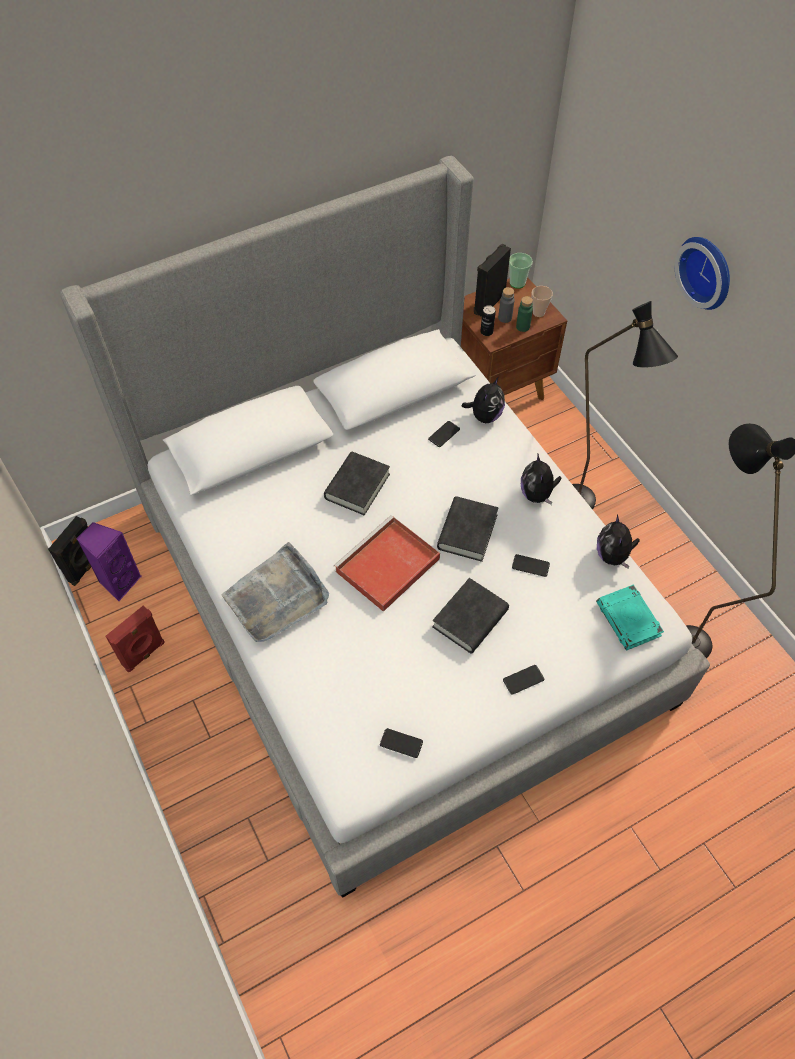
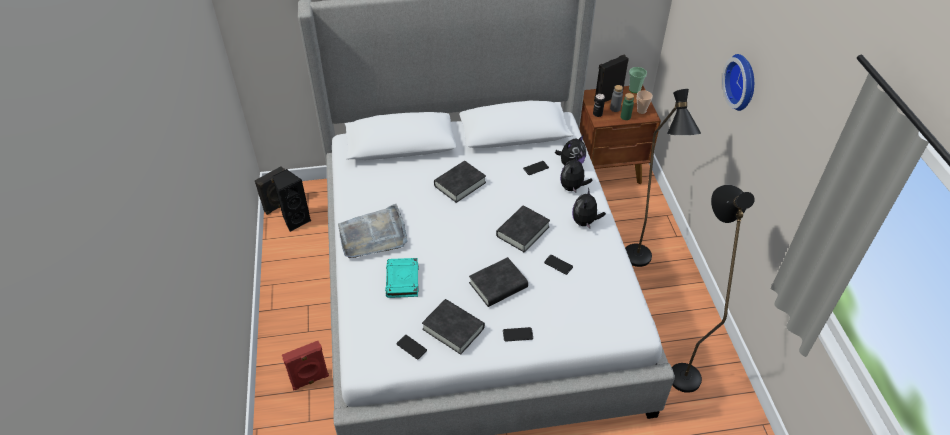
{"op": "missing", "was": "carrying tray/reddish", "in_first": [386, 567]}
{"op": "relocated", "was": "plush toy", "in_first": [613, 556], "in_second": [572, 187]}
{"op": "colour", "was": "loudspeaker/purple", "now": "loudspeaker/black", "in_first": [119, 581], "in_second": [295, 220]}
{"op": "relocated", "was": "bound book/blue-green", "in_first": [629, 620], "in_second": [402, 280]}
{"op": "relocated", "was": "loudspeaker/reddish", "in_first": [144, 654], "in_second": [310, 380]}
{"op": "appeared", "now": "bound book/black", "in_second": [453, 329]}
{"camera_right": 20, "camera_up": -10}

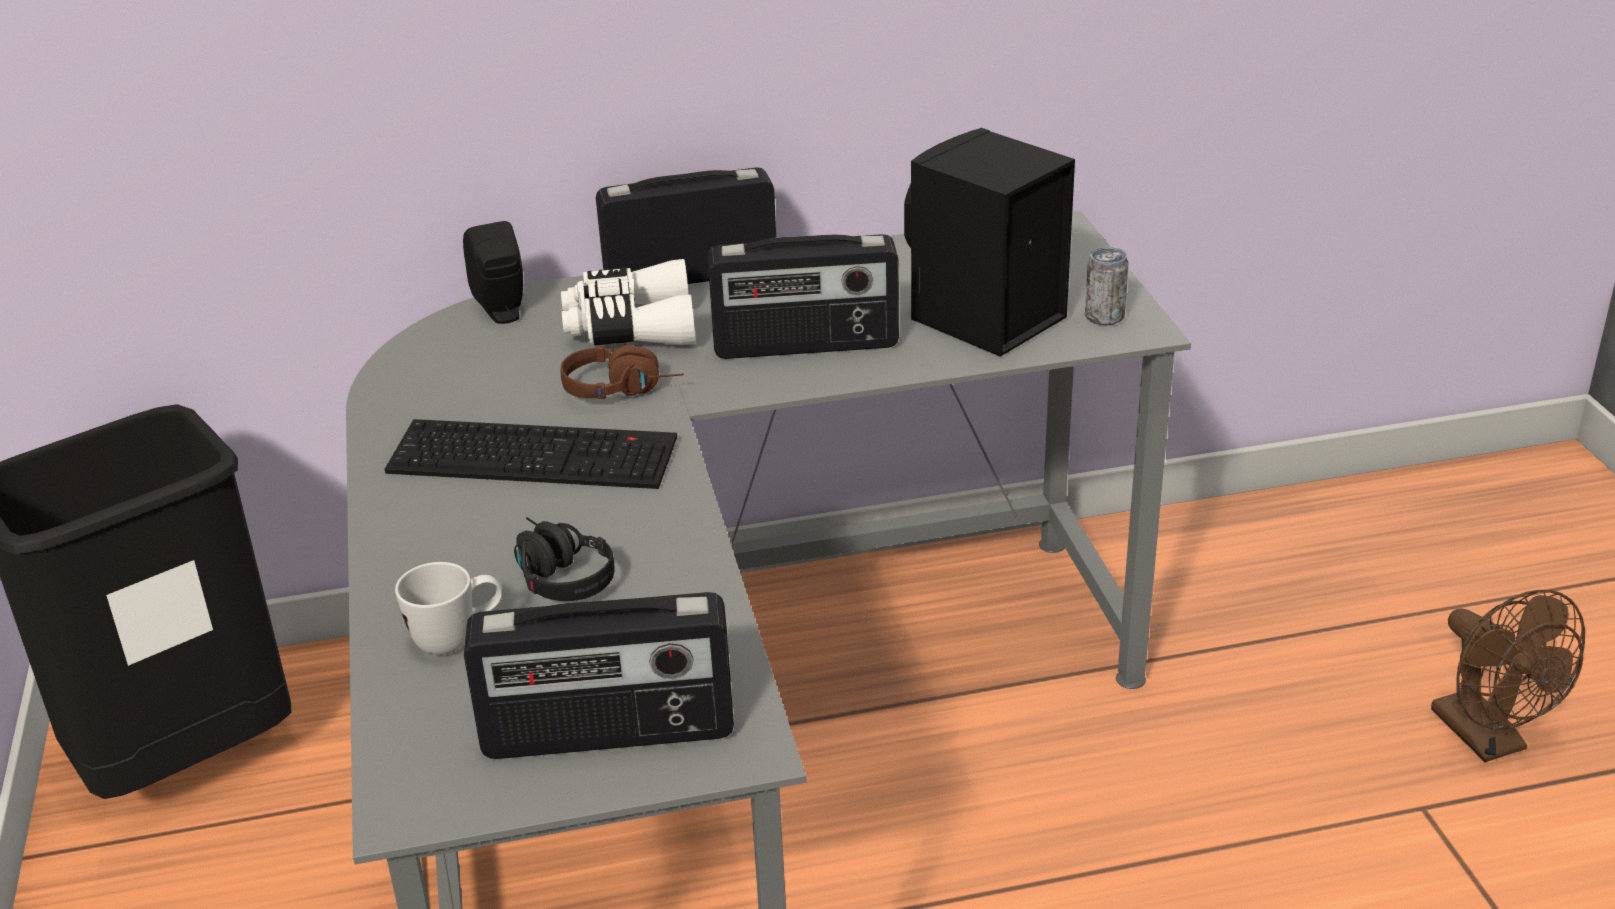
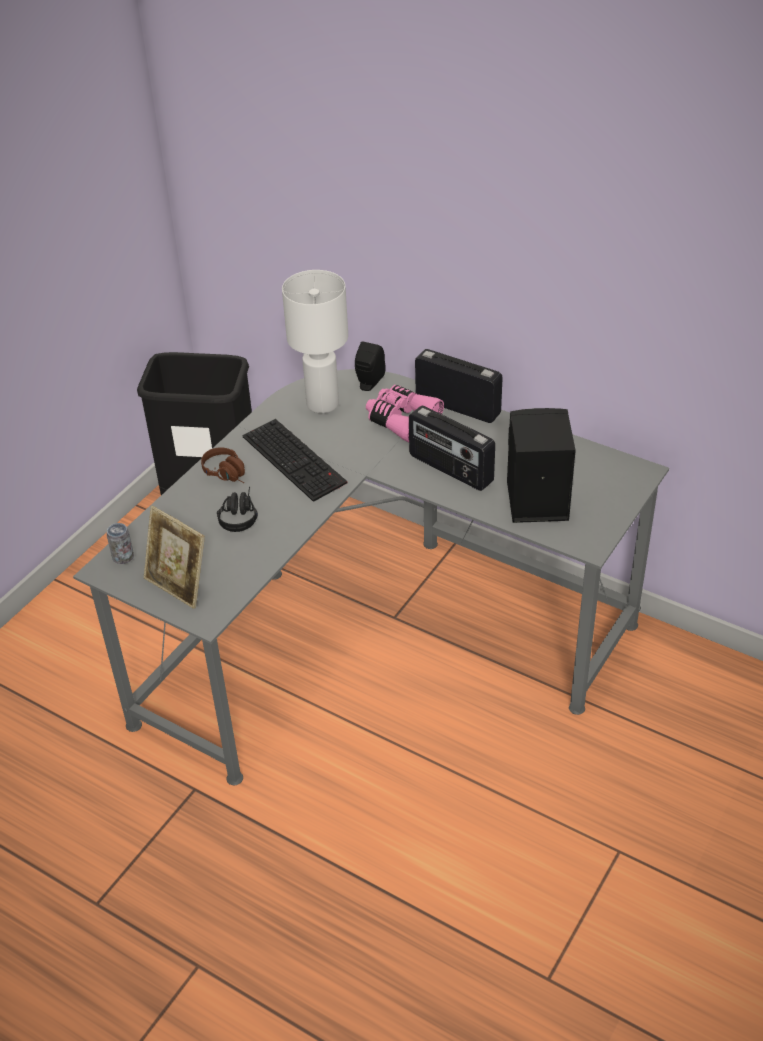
{"op": "relocated", "was": "sealed can", "in_first": [1104, 317], "in_second": [123, 557]}
{"op": "colour", "was": "binoculars/white", "now": "binoculars/pinkish", "in_first": [630, 327], "in_second": [401, 419]}
{"op": "relocated", "was": "headset/brown-coloured", "in_first": [624, 388], "in_second": [229, 474]}
{"op": "missing", "was": "tea mug/white", "in_first": [457, 638]}
{"op": "missing", "was": "electric fan/brown-coloured", "in_first": [1488, 740]}
{"op": "exchanged", "was": "radio", "now": "standing frame", "in_first": [608, 734], "in_second": [178, 586]}
{"op": "appeared", "now": "tabletop lamp/white", "in_second": [323, 404]}
{"camera_right": 45, "camera_up": 10}

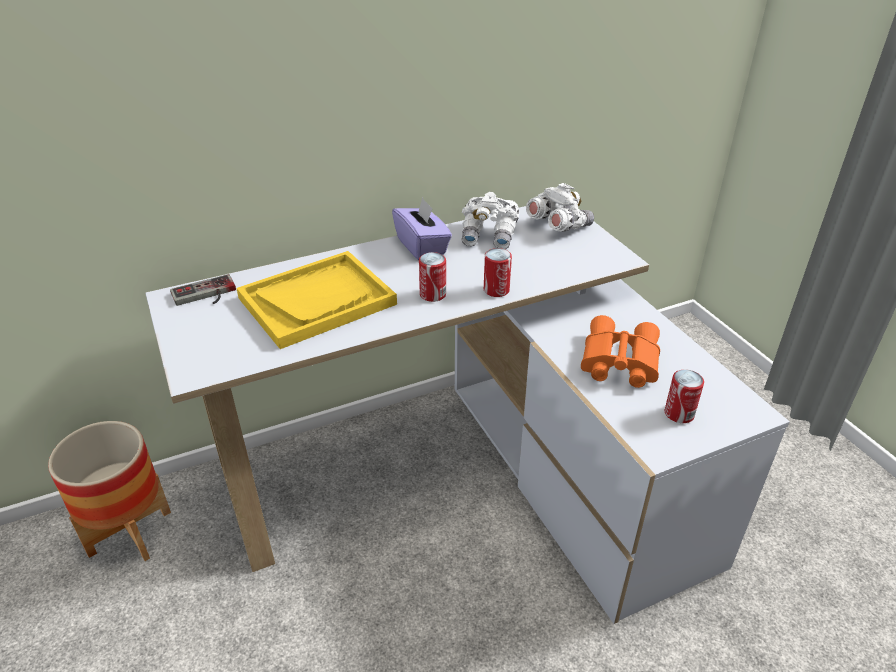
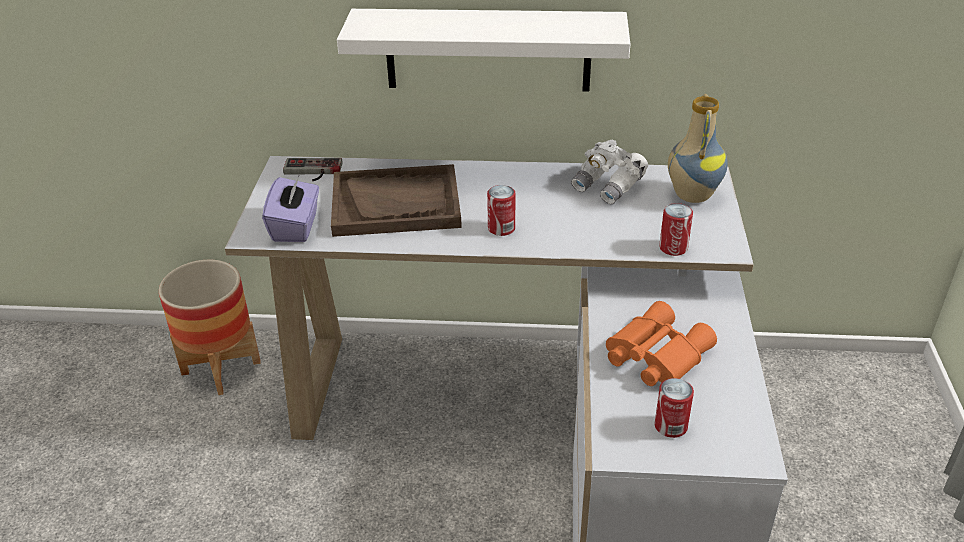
{"op": "exchanged", "was": "binoculars/white", "now": "vase", "in_first": [558, 226], "in_second": [691, 195]}
{"op": "relocated", "was": "tissue holder/purple", "in_first": [422, 246], "in_second": [296, 227]}
{"op": "relocated", "was": "sealed can", "in_first": [496, 290], "in_second": [673, 248]}
{"op": "colour", "was": "carrying tray/yellow-coloured", "now": "carrying tray/brown-coloured", "in_first": [317, 301], "in_second": [396, 204]}
{"op": "appeared", "now": "wall shelf/white", "in_second": [488, 50]}
{"camera_right": 30, "camera_up": 0}

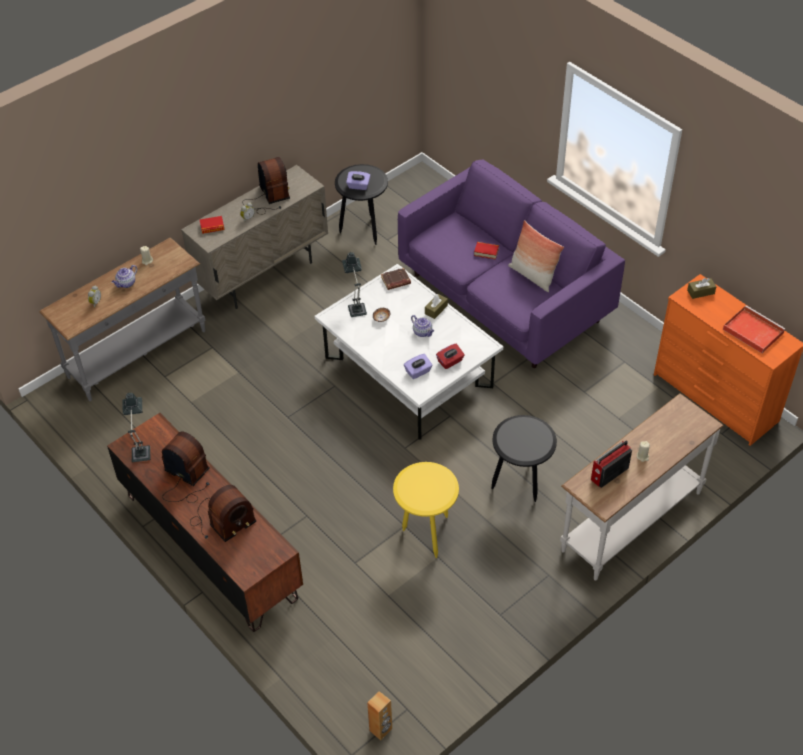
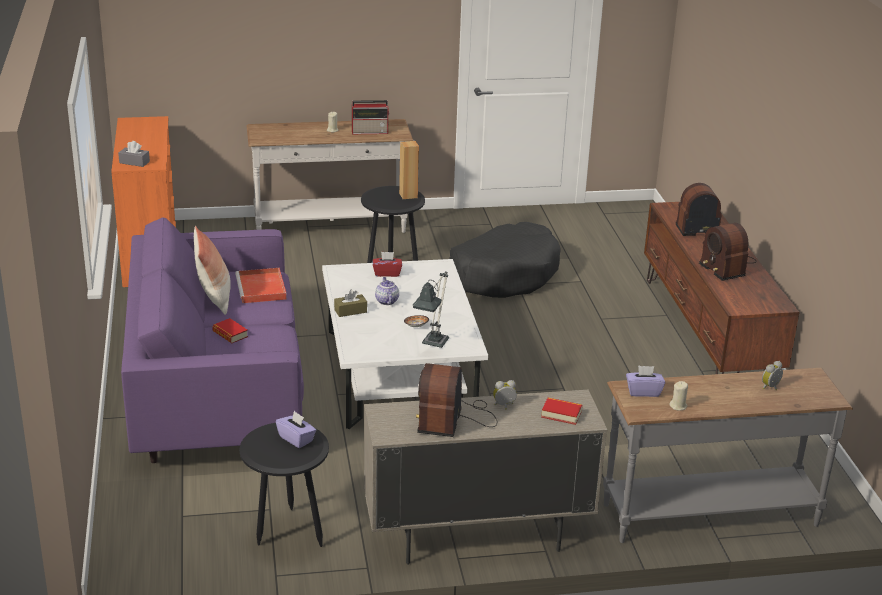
{"op": "missing", "was": "teapot", "in_first": [126, 283]}
{"op": "missing", "was": "bound book/brown-coloured", "in_first": [395, 281]}
{"op": "colour", "was": "tissue holder/brown-coloured", "now": "tissue holder/grey", "in_first": [700, 292], "in_second": [134, 162]}
{"op": "relocated", "was": "carrying tray/reddish", "in_first": [752, 331], "in_second": [262, 289]}
{"op": "relocated", "was": "tissue holder/purple", "in_first": [418, 372], "in_second": [643, 391]}
{"op": "missing", "was": "tabletop lamp", "in_first": [141, 450]}
{"op": "exchanged", "was": "accent table/yellow-coloured", "now": "dog cushion/black", "in_first": [426, 534], "in_second": [503, 274]}
{"op": "relocated", "was": "loudspeaker/brown-coloured", "in_first": [381, 730], "in_second": [408, 195]}
{"camera_right": -150, "camera_up": -20}

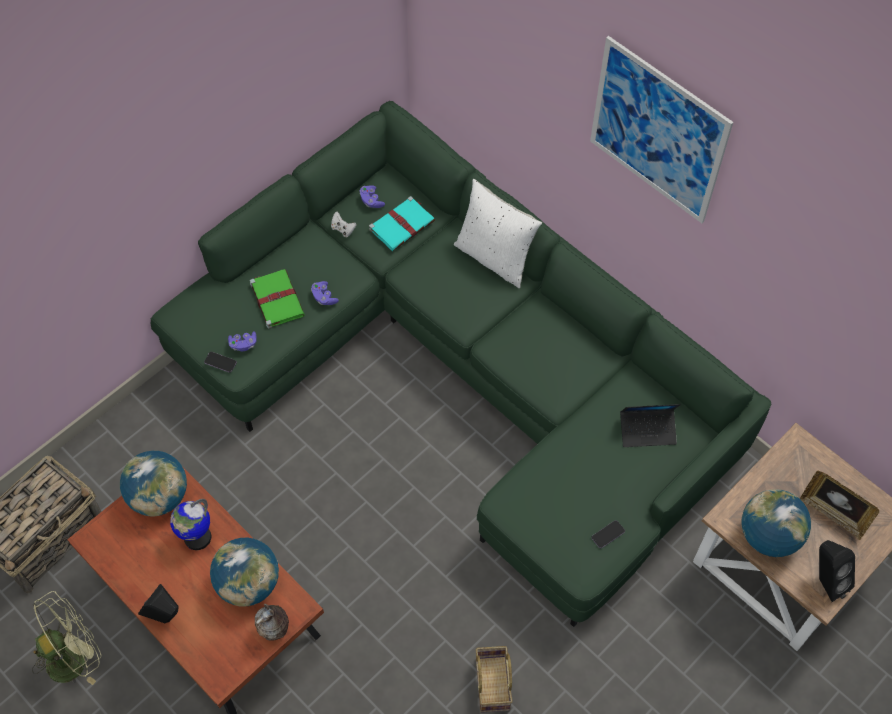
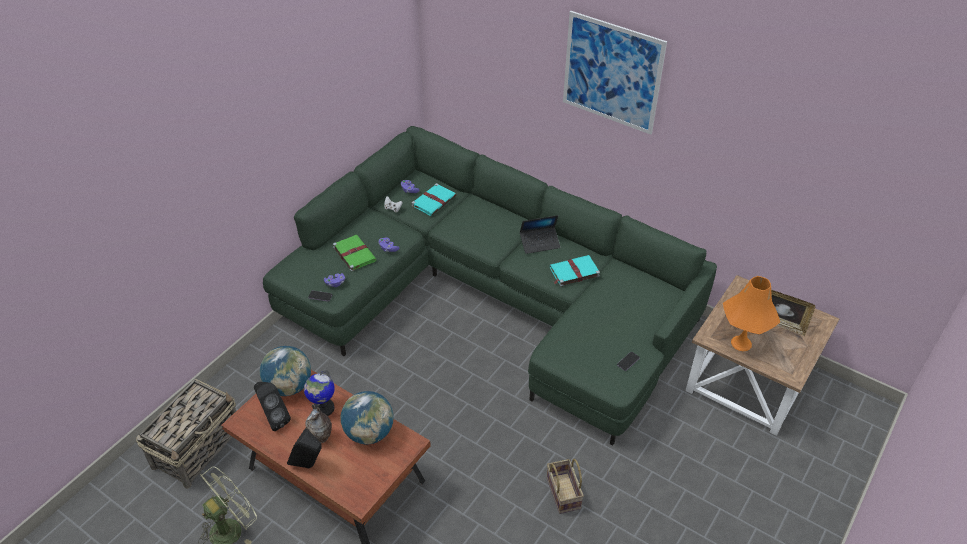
{"op": "missing", "was": "cushion/white", "in_first": [495, 257]}
{"op": "relocated", "was": "notebook computer", "in_first": [647, 430], "in_second": [539, 243]}
{"op": "exchanged", "was": "globe", "now": "tabletop lamp/orangey", "in_first": [768, 536], "in_second": [741, 343]}
{"op": "relocated", "was": "loudspeaker/black", "in_first": [825, 581], "in_second": [274, 419]}
{"op": "relocated", "was": "vase", "in_first": [275, 631], "in_second": [322, 437]}
{"op": "appeared", "now": "bound book/blue-green", "in_second": [573, 272]}
{"camera_right": -10, "camera_up": -15}

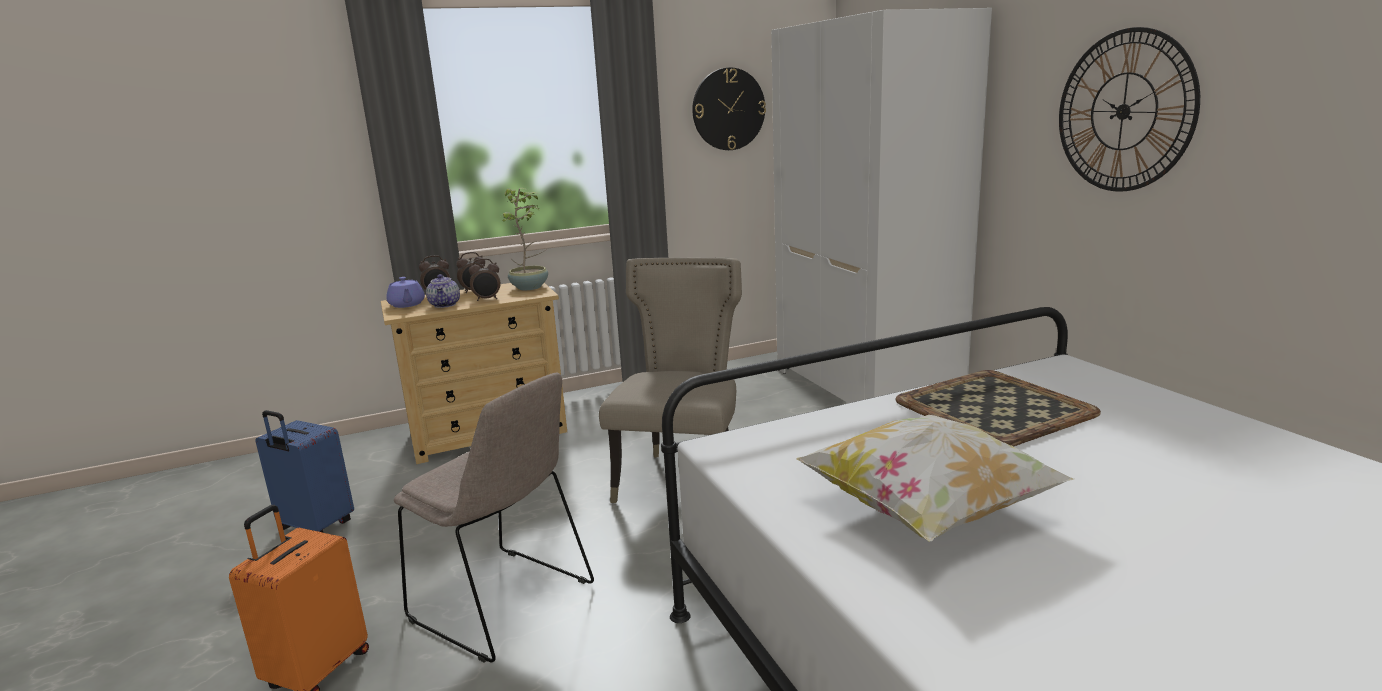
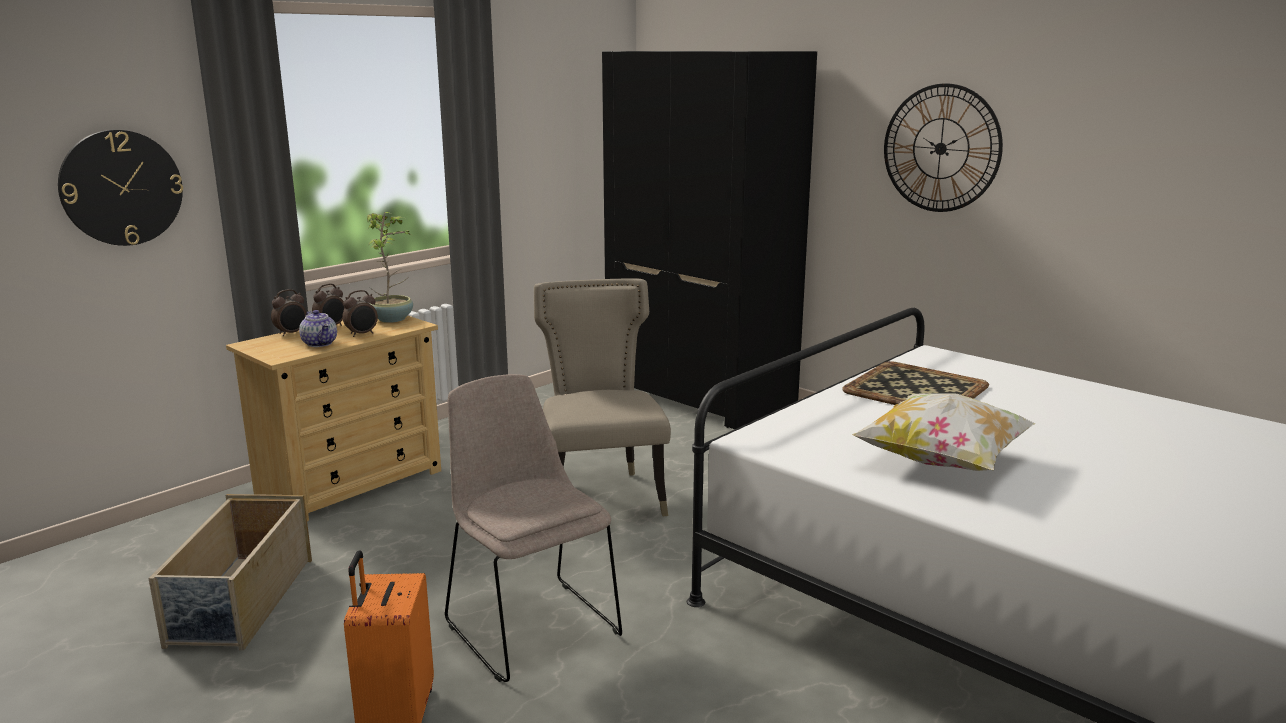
{"op": "colour", "was": "armoire/white", "now": "armoire/black", "in_first": [867, 387], "in_second": [702, 395]}
{"op": "relocated", "was": "hanging clock", "in_first": [728, 109], "in_second": [121, 188]}
{"op": "missing", "was": "teapot/purple", "in_first": [407, 305]}
{"op": "spun", "was": "chair/beige", "in_first": [506, 604], "in_second": [530, 625], "clockwise": -135}
{"op": "exchanged", "was": "suitcase/blue", "now": "storage container/beige", "in_first": [315, 527], "in_second": [241, 602]}
{"camera_right": -25, "camera_up": 0}

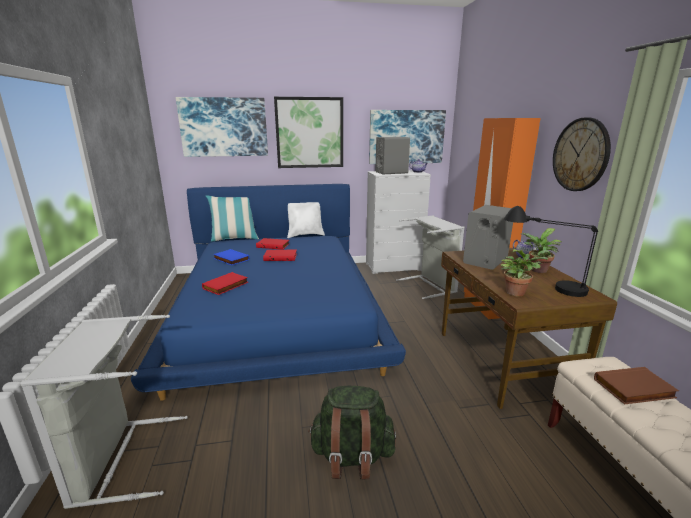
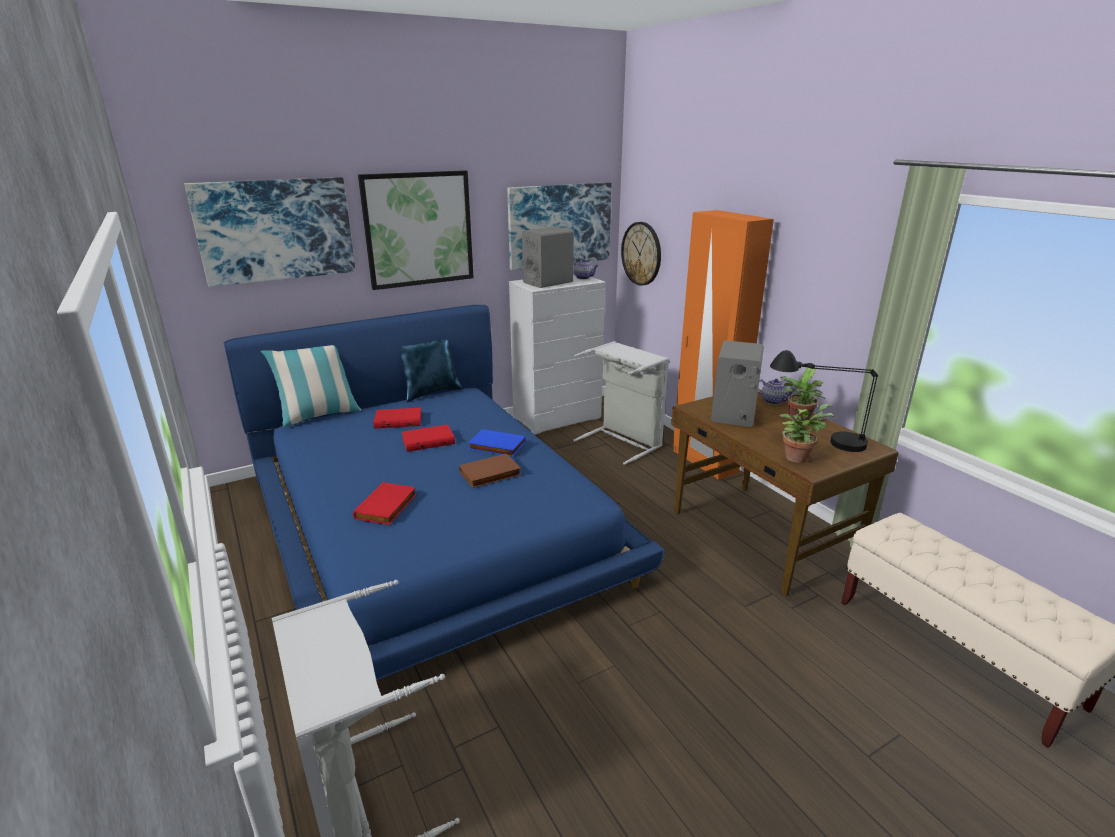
{"op": "relocated", "was": "hanging clock", "in_first": [580, 155], "in_second": [641, 253]}
{"op": "colour", "was": "cushion/white", "now": "cushion/blue", "in_first": [305, 235], "in_second": [431, 393]}
{"op": "relocated", "was": "bound book/blue", "in_first": [230, 259], "in_second": [496, 446]}
{"op": "relocated", "was": "bound book/brown-coloured", "in_first": [634, 389], "in_second": [490, 474]}
{"op": "missing", "was": "backpack/greenish", "in_first": [352, 456]}
{"camera_right": -20, "camera_up": 5}

